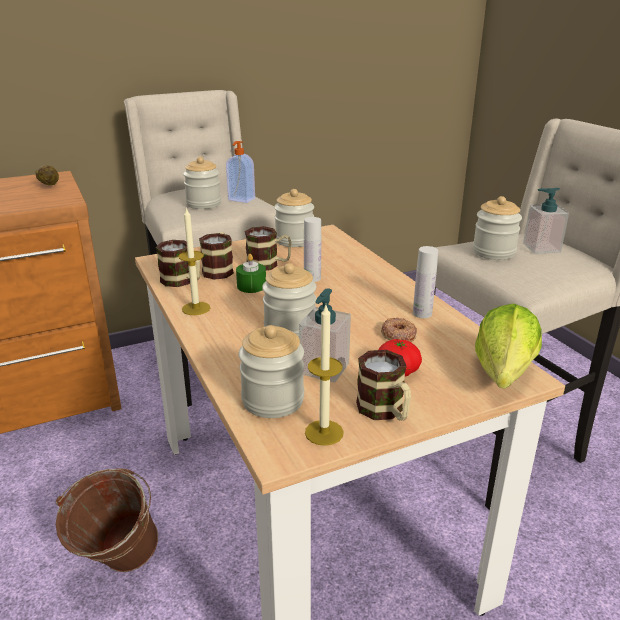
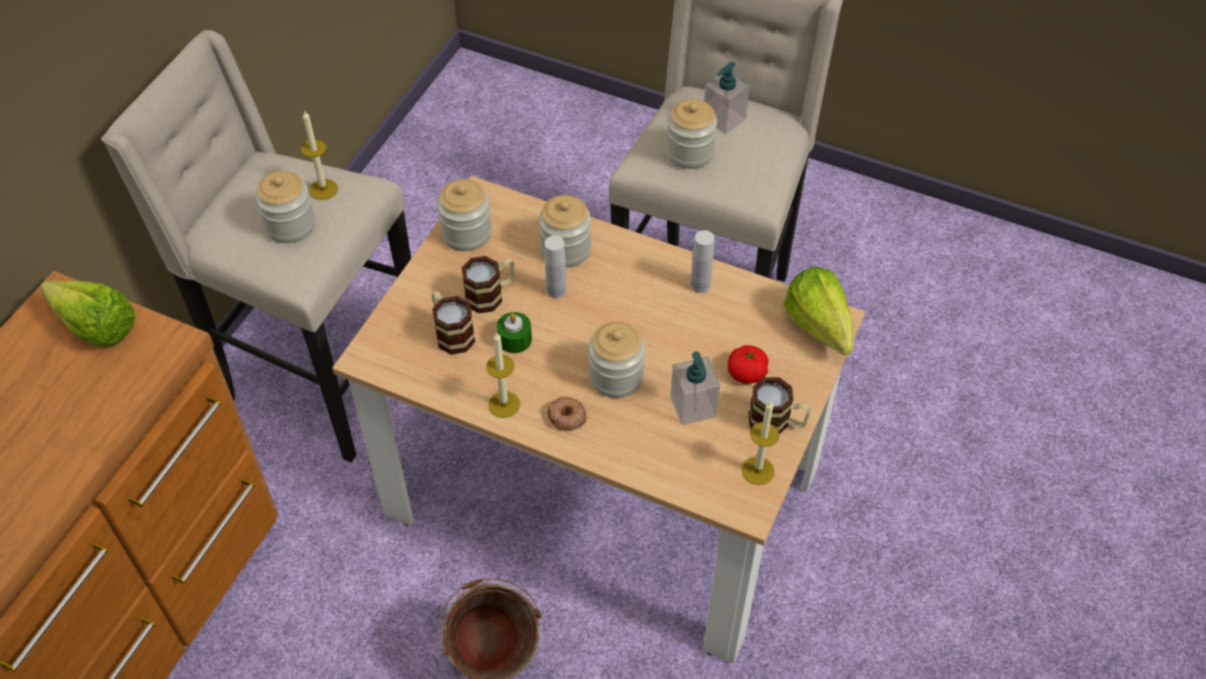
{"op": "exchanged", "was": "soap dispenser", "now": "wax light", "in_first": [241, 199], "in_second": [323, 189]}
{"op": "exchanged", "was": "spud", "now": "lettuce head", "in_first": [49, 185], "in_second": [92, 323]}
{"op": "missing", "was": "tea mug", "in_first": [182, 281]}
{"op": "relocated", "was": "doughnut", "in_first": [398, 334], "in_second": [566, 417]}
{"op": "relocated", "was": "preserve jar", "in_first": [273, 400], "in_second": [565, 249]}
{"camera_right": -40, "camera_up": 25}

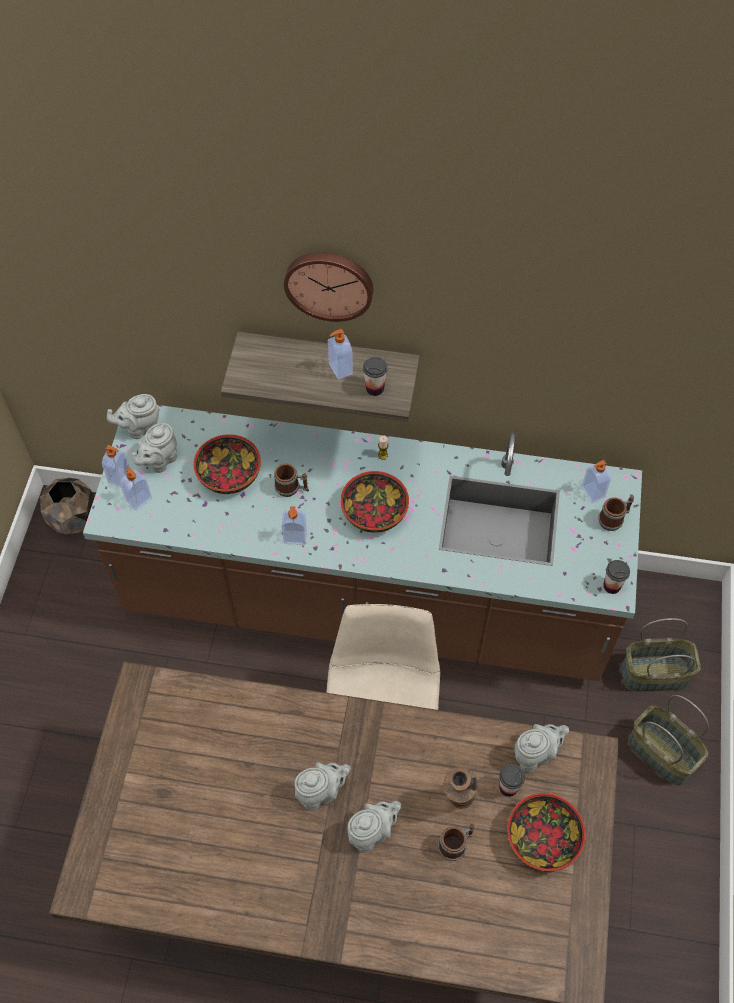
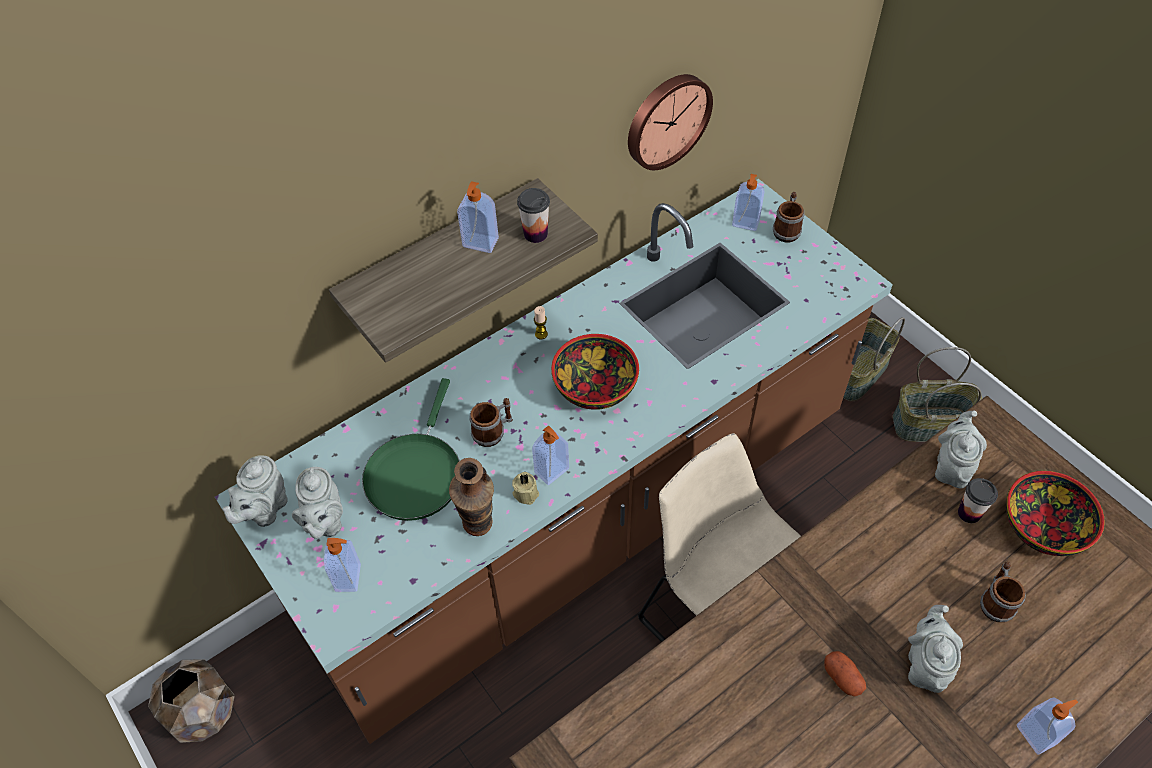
{"op": "relocated", "was": "hanging clock", "in_first": [329, 283], "in_second": [666, 120]}
{"op": "exchanged", "was": "serving bowl", "now": "pan/greenish", "in_first": [228, 475], "in_second": [415, 473]}
{"op": "relocated", "was": "soap dispenser", "in_first": [120, 477], "in_second": [1036, 734]}
{"op": "missing", "was": "cup", "in_first": [612, 586]}
{"op": "exchanged", "was": "teapot/grey", "now": "spud", "in_first": [321, 792], "in_second": [843, 678]}
{"op": "relocated", "was": "vase", "in_first": [457, 804], "in_second": [480, 533]}
{"op": "appeared", "now": "wax light/beige", "in_second": [526, 492]}
{"camera_right": -45, "camera_up": -5}

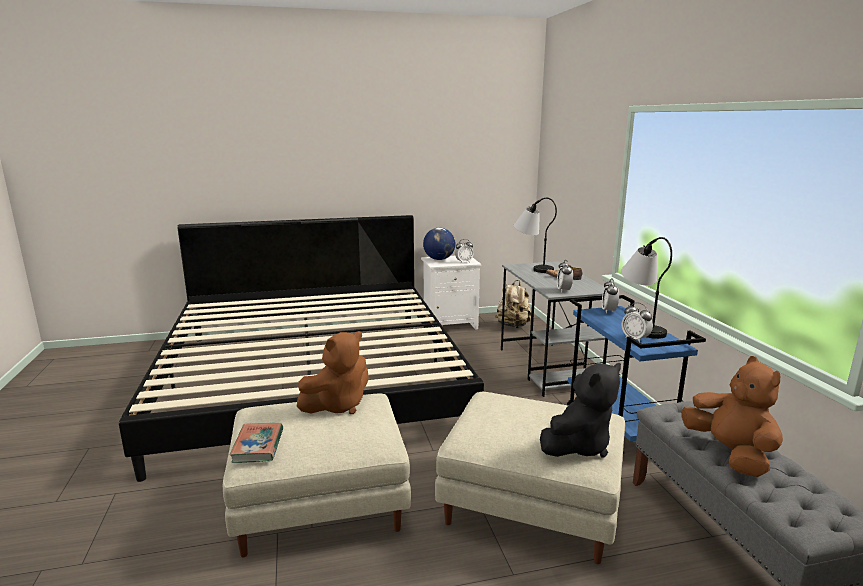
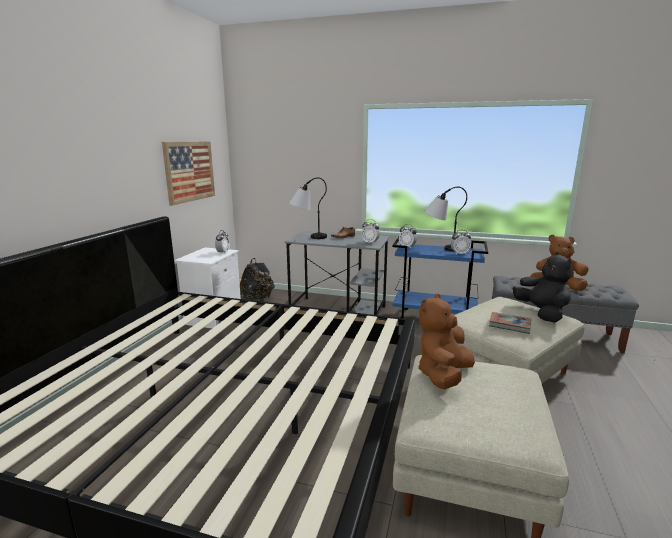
{"op": "missing", "was": "globe", "in_first": [439, 259]}
{"op": "colour", "was": "backpack/beige", "now": "backpack/black", "in_first": [513, 326], "in_second": [257, 298]}
{"op": "spun", "was": "plush toy/brown-coloured", "in_first": [338, 405], "in_second": [443, 375], "clockwise": -135}
{"op": "relocated", "was": "bound book", "in_first": [258, 446], "in_second": [509, 325]}
{"op": "appeared", "now": "wall picture", "in_second": [190, 171]}
{"camera_right": -60, "camera_up": 0}

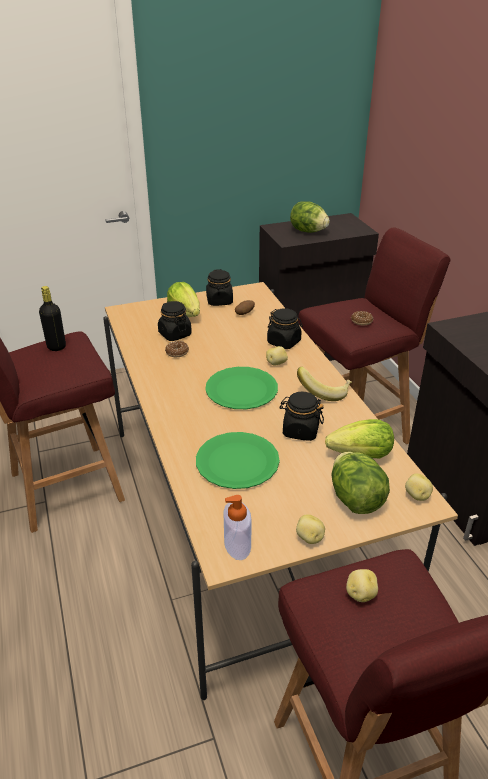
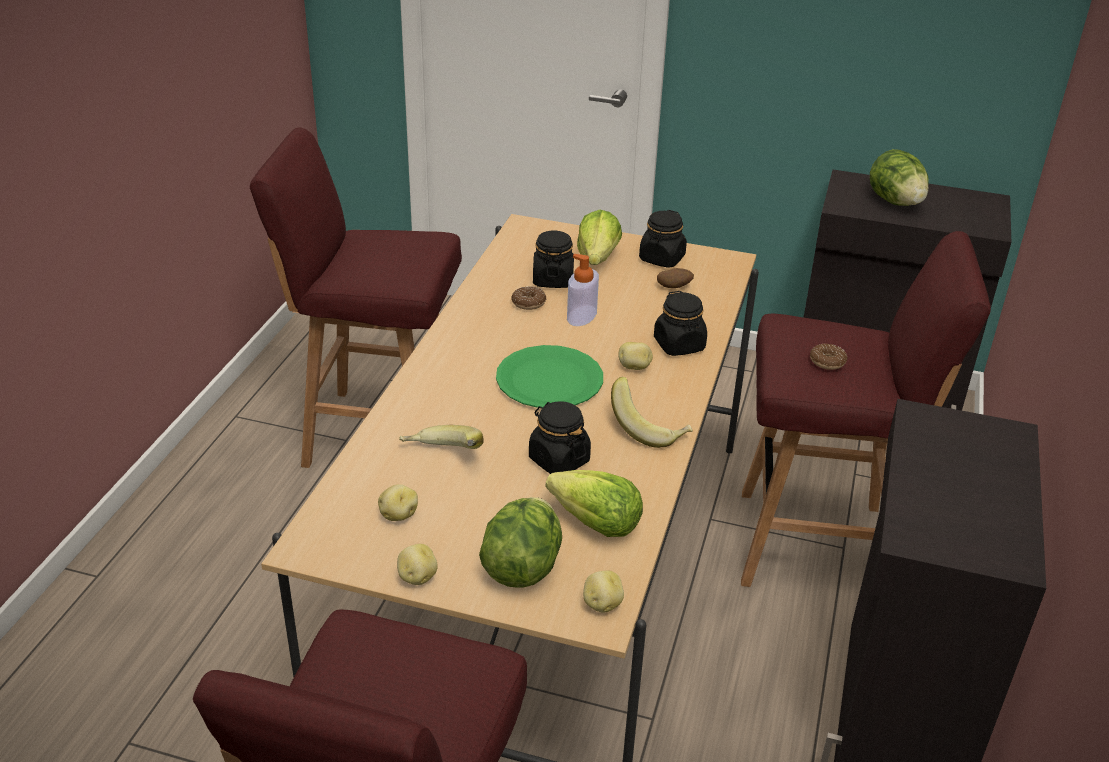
{"op": "missing", "was": "drink bottle/black", "in_first": [56, 347]}
{"op": "exchanged", "was": "plate/greenish", "now": "banana", "in_first": [237, 462], "in_second": [441, 458]}
{"op": "relocated", "was": "soap dispenser", "in_first": [237, 544], "in_second": [581, 316]}
{"op": "relocated", "was": "spud", "in_first": [360, 594], "in_second": [398, 515]}
{"camera_right": 35, "camera_up": 0}

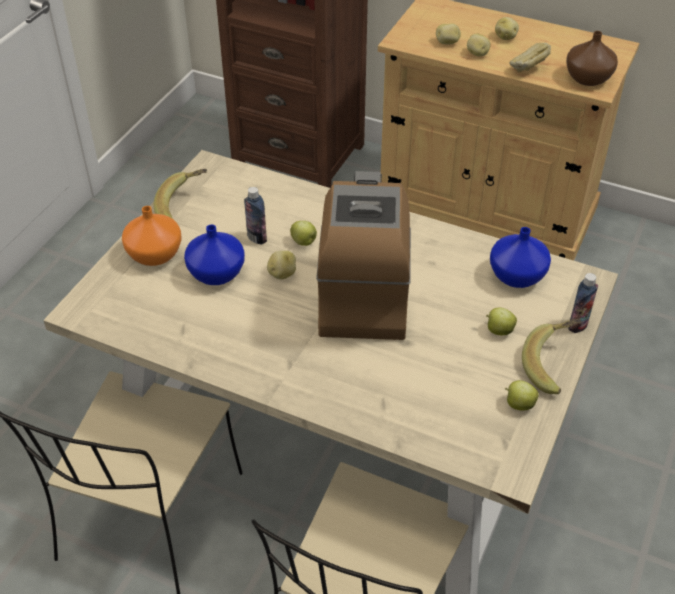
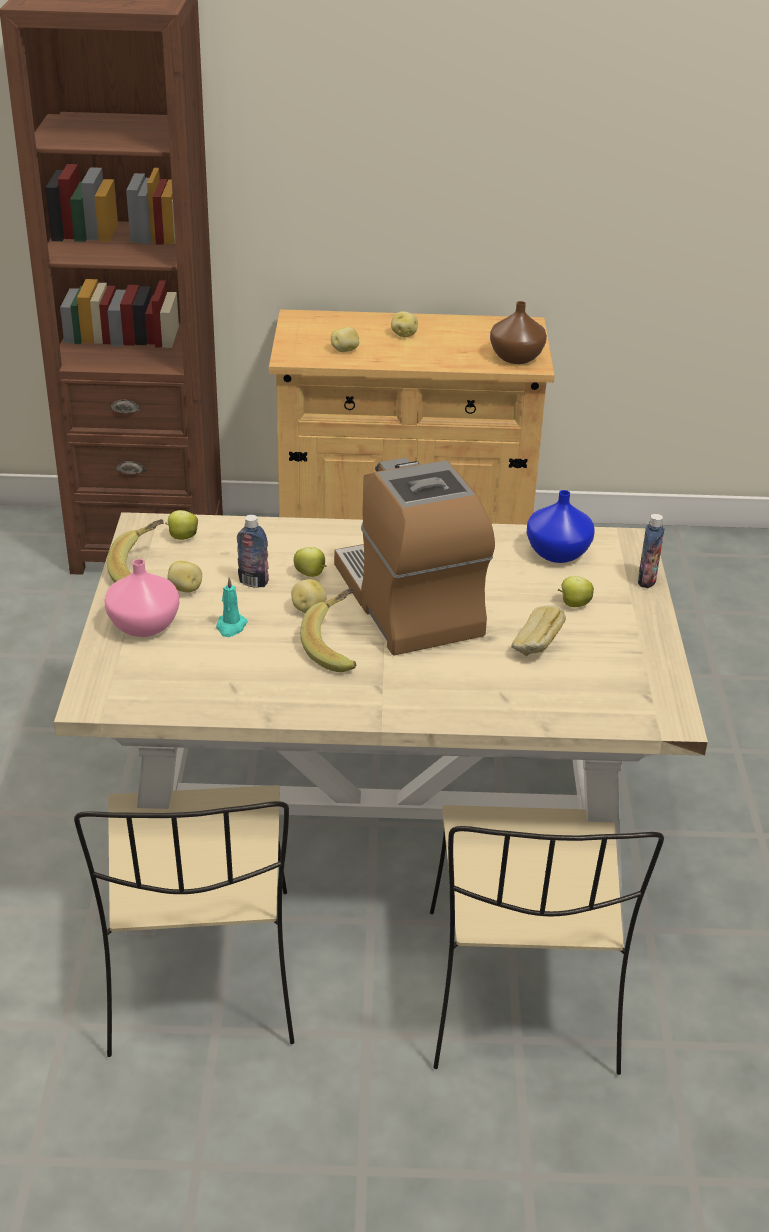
{"op": "relocated", "was": "spud", "in_first": [477, 54], "in_second": [185, 589]}
{"op": "relocated", "was": "bread", "in_first": [528, 69], "in_second": [537, 648]}
{"op": "colour", "was": "vase/orangey", "now": "vase/pinkish", "in_first": [155, 254], "in_second": [144, 624]}
{"op": "exchanged", "was": "vase/blue", "now": "wax light/blue-green", "in_first": [215, 274], "in_second": [231, 627]}
{"op": "relocated", "was": "banana", "in_first": [554, 366], "in_second": [339, 647]}
{"op": "relocated", "was": "apple", "in_first": [518, 404], "in_second": [182, 537]}
{"camera_right": -25, "camera_up": -10}

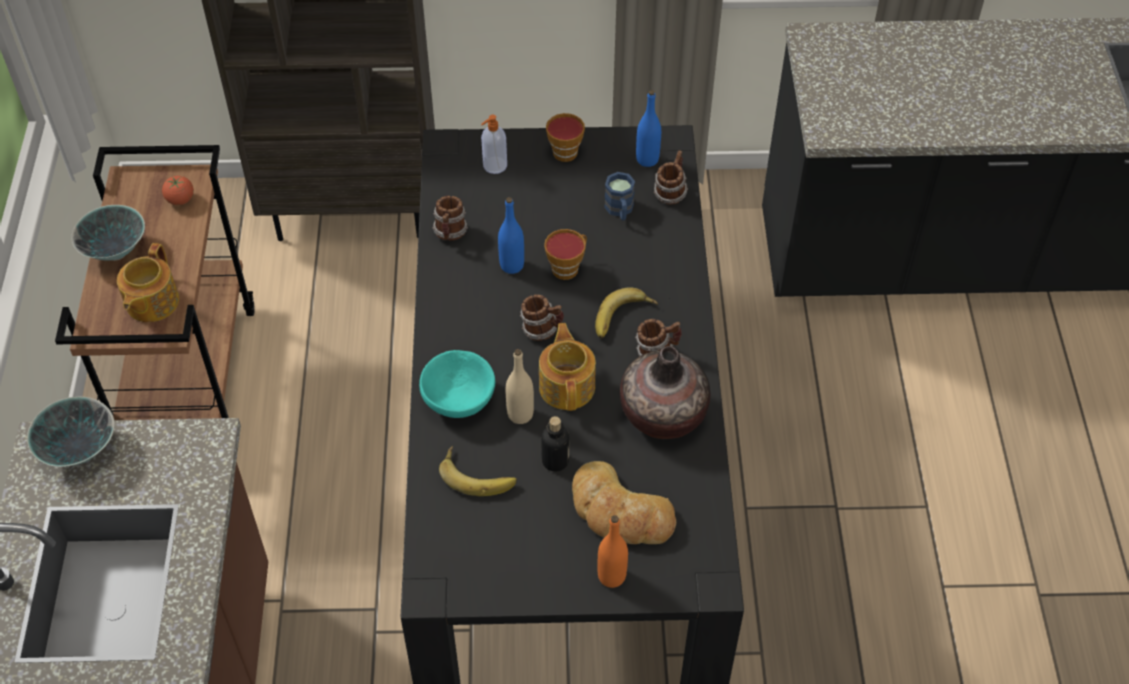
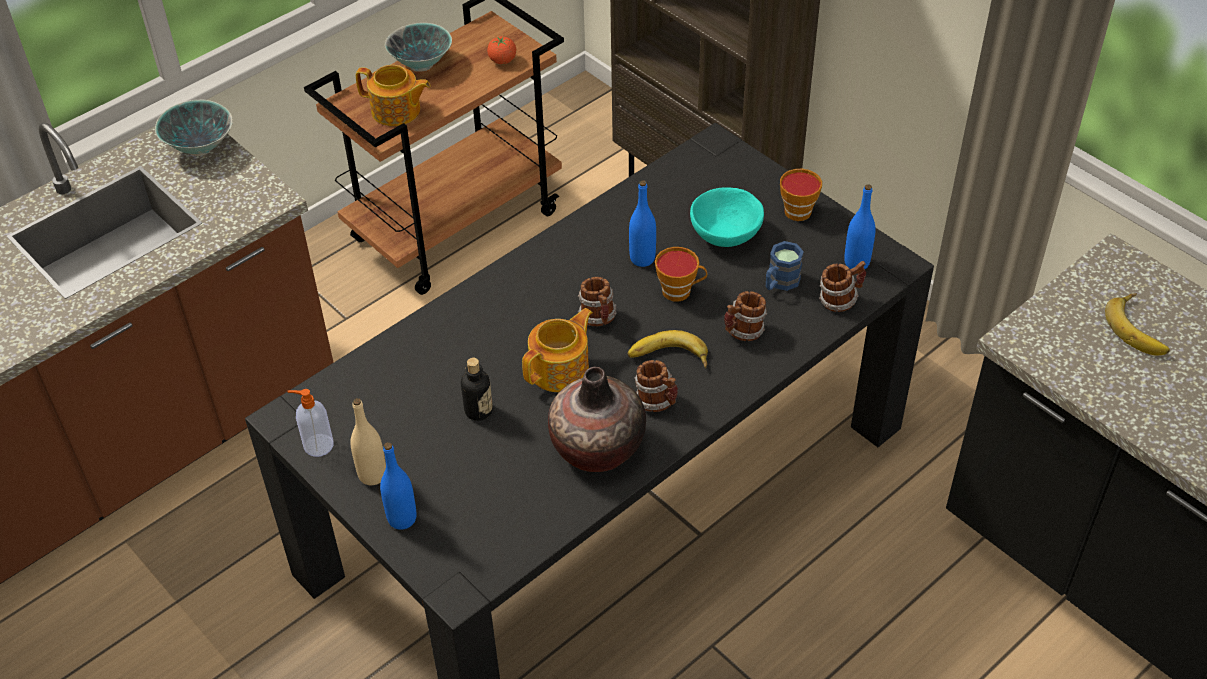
{"op": "relocated", "was": "soap dispenser", "in_first": [494, 166], "in_second": [317, 445]}
{"op": "relocated", "was": "tea mug", "in_first": [450, 233], "in_second": [743, 332]}
{"op": "spun", "was": "teapot", "in_first": [151, 303], "in_second": [396, 111], "clockwise": -135}
{"op": "relocated", "was": "drink bottle/beige", "in_first": [520, 414], "in_second": [372, 475]}
{"op": "relocated", "was": "serving bowl/blue-green", "in_first": [459, 399], "in_second": [726, 235]}
{"op": "relocated", "was": "banana", "in_first": [478, 474], "in_second": [1140, 328]}
{"op": "missing", "was": "bread", "in_first": [619, 512]}
{"op": "colour", "was": "drink bottle/orangey", "now": "drink bottle/blue", "in_first": [611, 576], "in_second": [402, 518]}
{"camera_right": 50, "camera_up": -5}

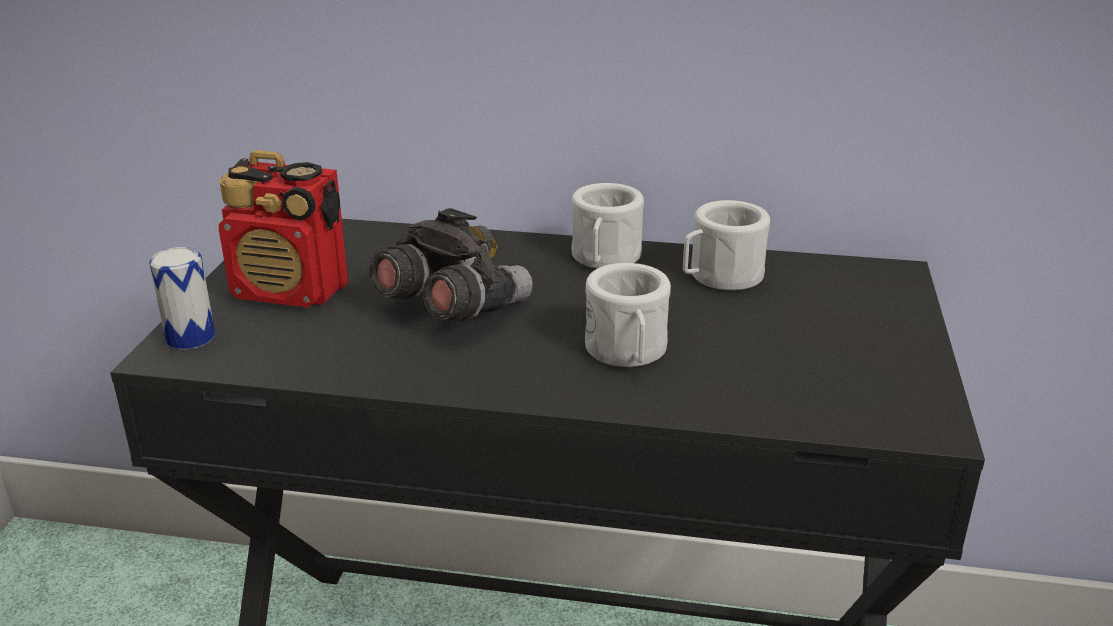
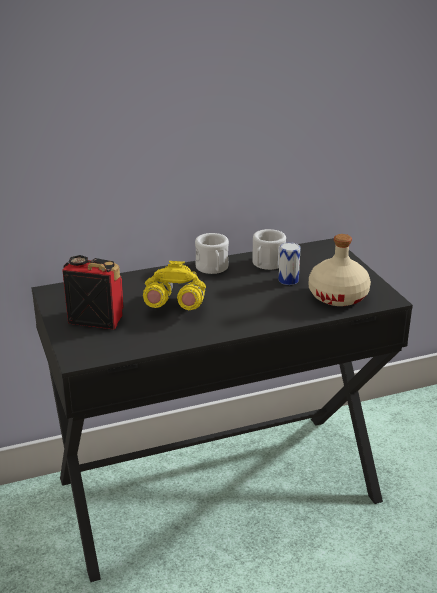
{"op": "spun", "was": "radio", "in_first": [292, 292], "in_second": [95, 319], "clockwise": -150}
{"op": "colour", "was": "binoculars/grey", "now": "binoculars/yellow-coloured", "in_first": [452, 309], "in_second": [175, 306]}
{"op": "relocated", "was": "sealed can", "in_first": [190, 337], "in_second": [288, 280]}
{"op": "missing", "was": "tea mug/white", "in_first": [628, 352]}
{"op": "appeared", "now": "drink bottle/beige", "in_second": [338, 296]}
{"camera_right": -30, "camera_up": 0}

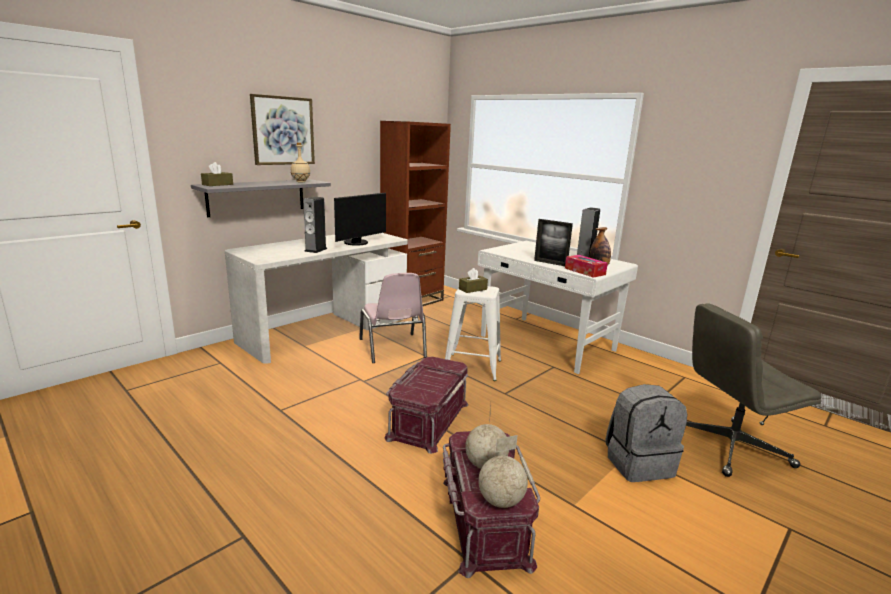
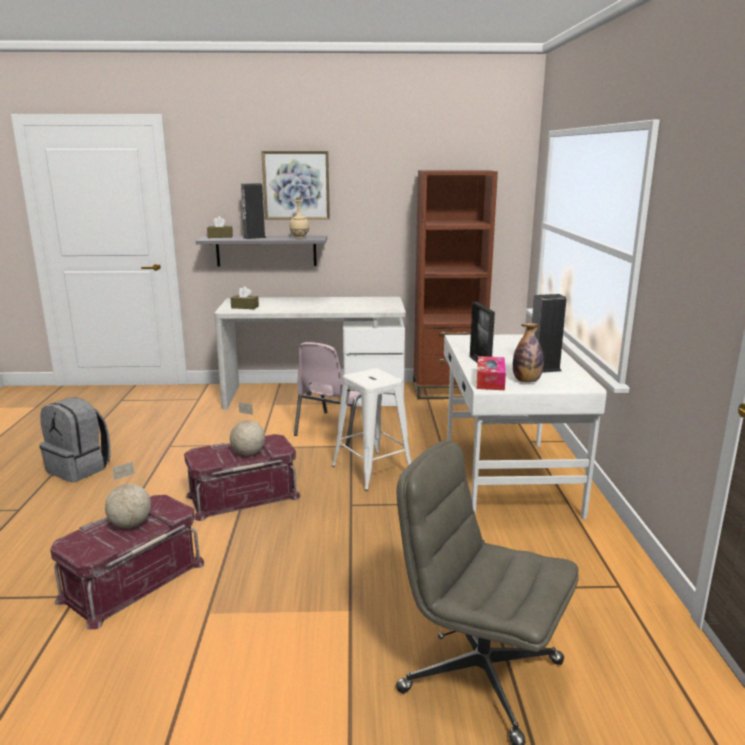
{"op": "missing", "was": "computer screen", "in_first": [358, 243]}
{"op": "relocated", "was": "loudspeaker", "in_first": [316, 250], "in_second": [254, 237]}
{"op": "relocated", "was": "tissue holder/brown-coloured", "in_first": [473, 289], "in_second": [245, 307]}
{"op": "relocated", "was": "backpack/grey", "in_first": [638, 463], "in_second": [80, 468]}
{"op": "relocated", "was": "globe", "in_first": [501, 501], "in_second": [248, 453]}
{"camera_right": 45, "camera_up": 0}

